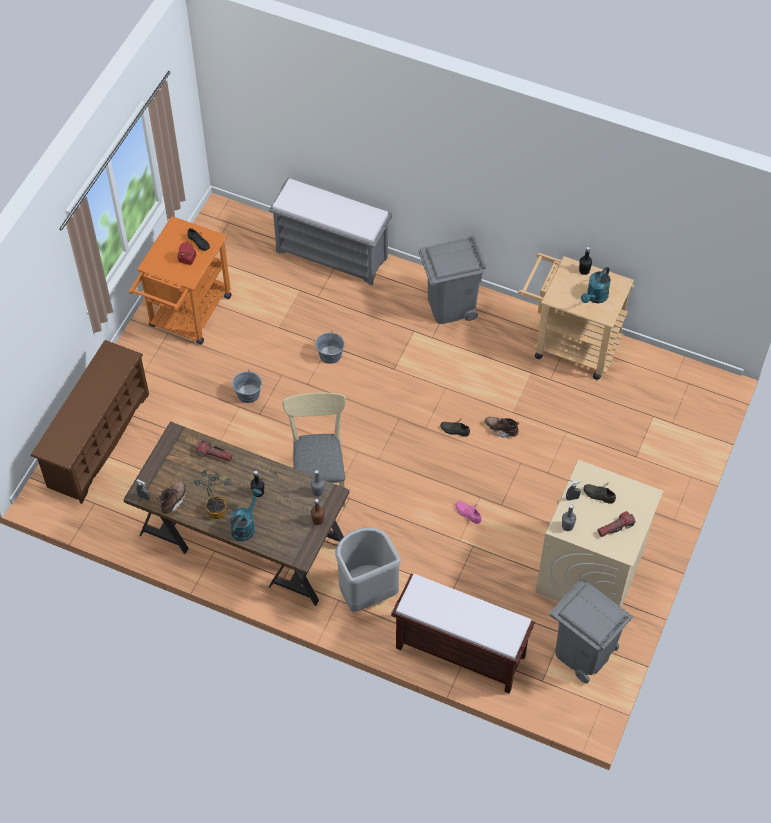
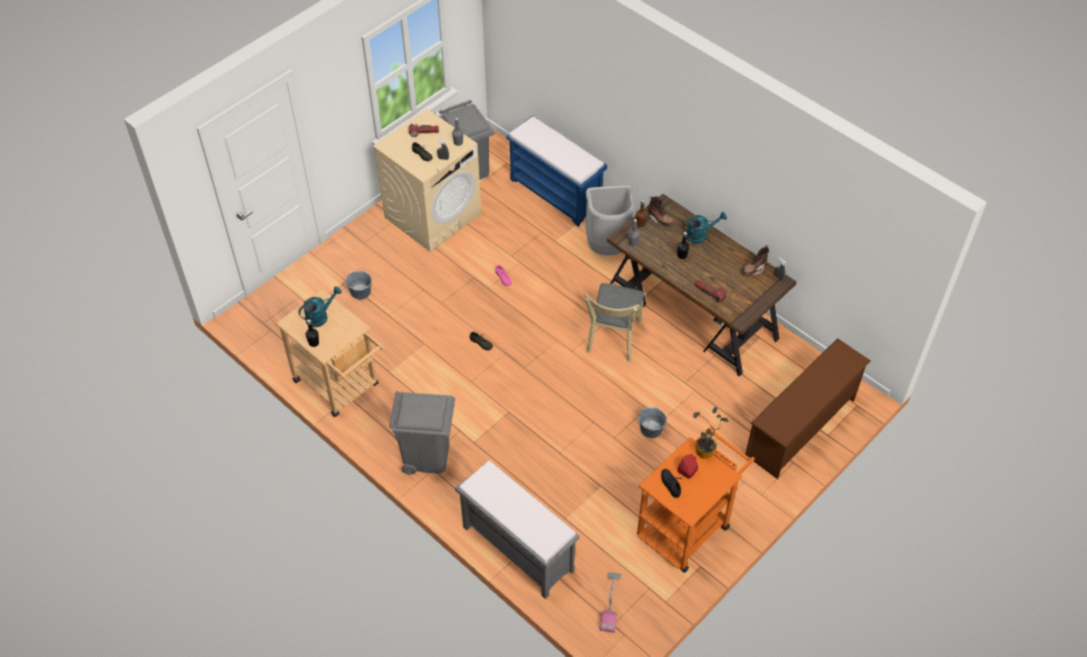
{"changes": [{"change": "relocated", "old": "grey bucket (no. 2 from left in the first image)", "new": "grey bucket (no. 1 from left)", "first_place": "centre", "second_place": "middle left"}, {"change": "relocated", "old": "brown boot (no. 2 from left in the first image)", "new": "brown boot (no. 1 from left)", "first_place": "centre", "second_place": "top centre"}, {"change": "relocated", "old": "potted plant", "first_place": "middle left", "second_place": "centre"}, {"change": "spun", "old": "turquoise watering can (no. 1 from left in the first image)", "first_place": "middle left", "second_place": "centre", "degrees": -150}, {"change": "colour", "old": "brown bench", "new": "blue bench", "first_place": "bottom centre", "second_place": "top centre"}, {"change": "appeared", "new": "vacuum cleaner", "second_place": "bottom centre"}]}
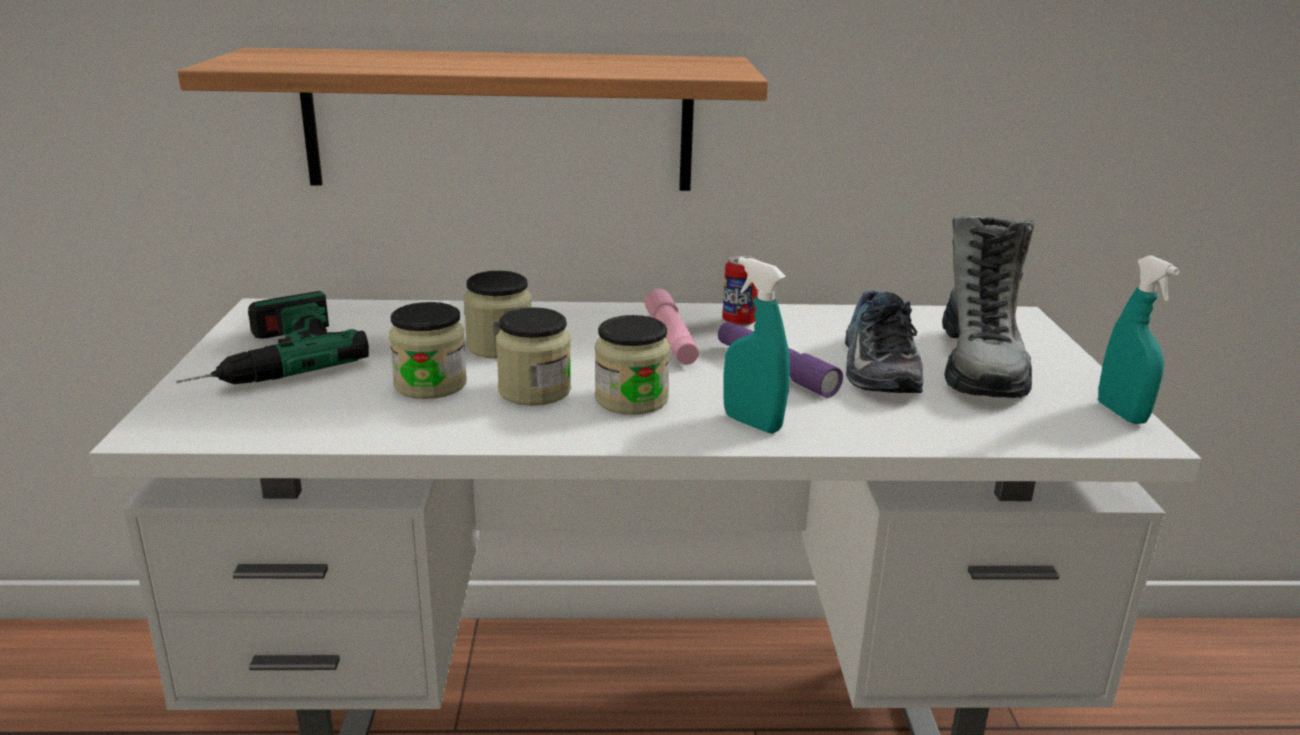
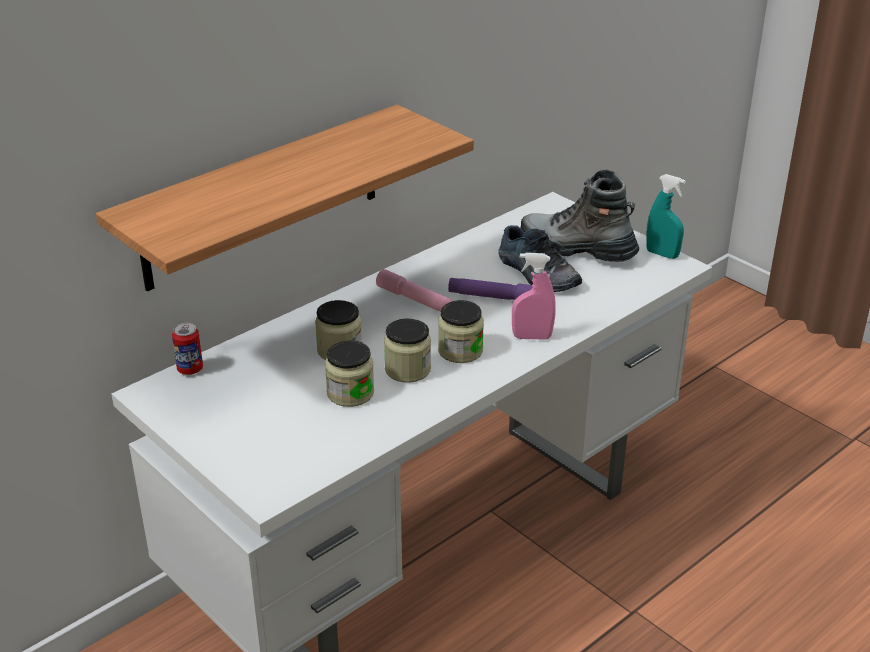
{"changes": [{"change": "spun", "old": "boot", "first_place": "middle right", "second_place": "top centre", "degrees": 150}, {"change": "relocated", "old": "can", "first_place": "centre", "second_place": "middle left"}, {"change": "colour", "old": "turquoise spray bottle (no. 1 from left)", "new": "pink spray bottle", "first_place": "centre", "second_place": "centre"}, {"change": "missing", "old": "power drill", "first_place": "middle left"}]}
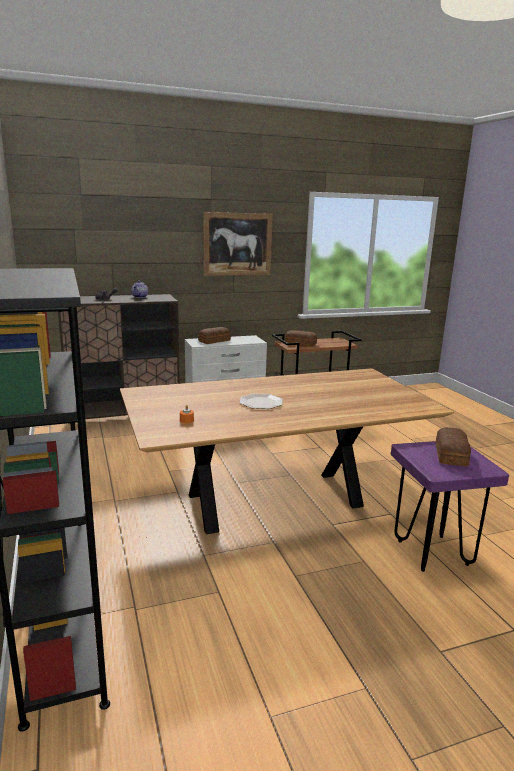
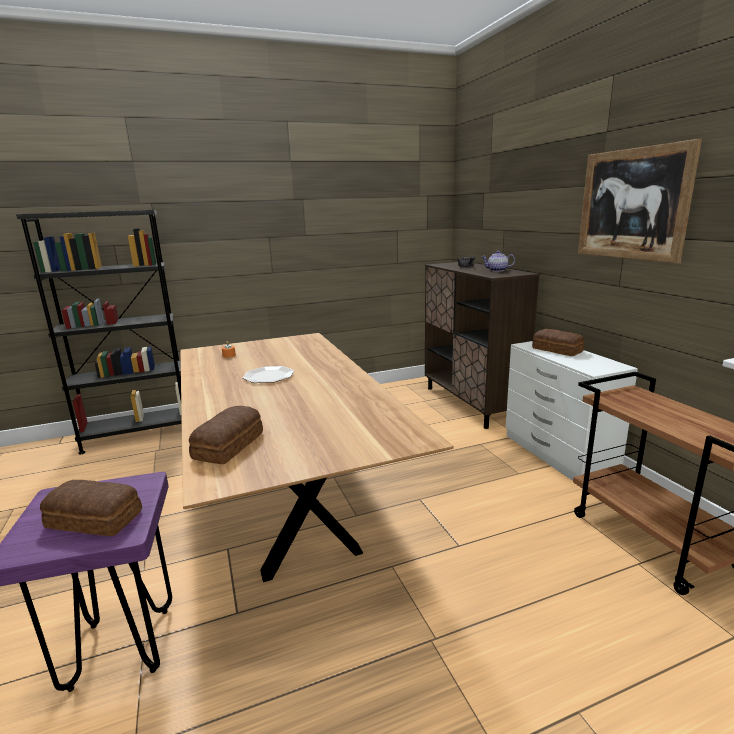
{"changes": [{"change": "relocated", "old": "bread (no. 2 from left)", "first_place": "centre", "second_place": "middle left"}]}
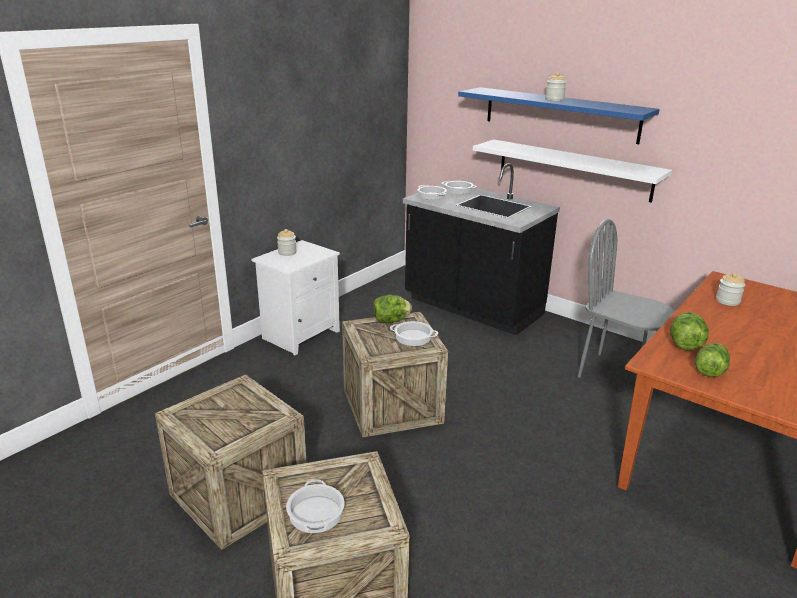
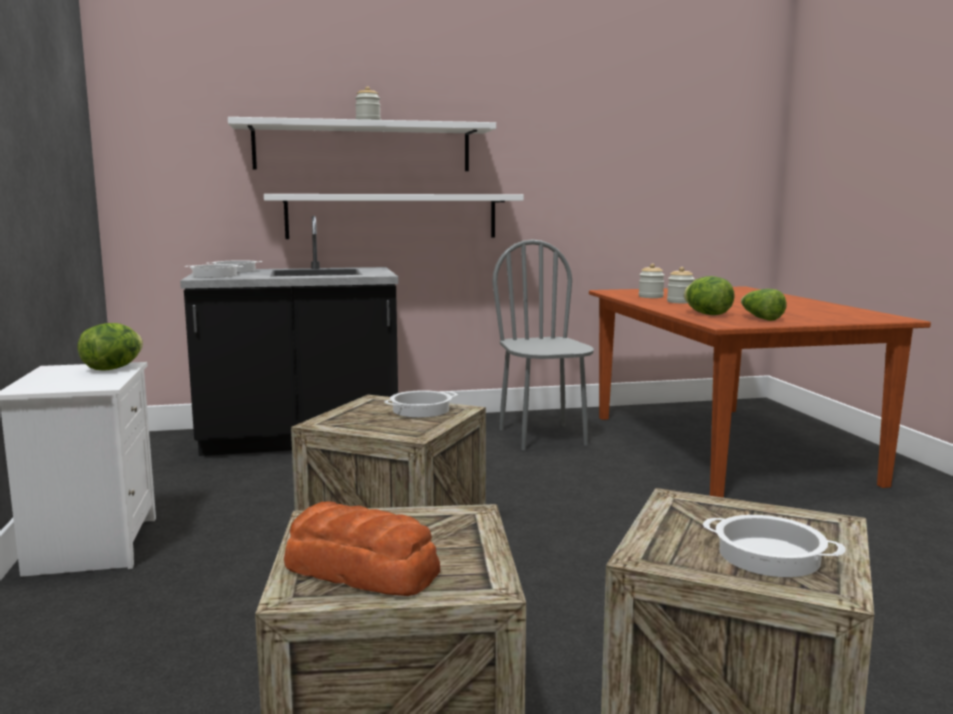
{"changes": [{"change": "colour", "old": "blue shelf", "new": "white shelf (no. 1 from left)", "first_place": "top right", "second_place": "top centre"}, {"change": "spun", "old": "grey chair", "first_place": "middle right", "second_place": "centre", "degrees": 90}, {"change": "relocated", "old": "jar (no. 1 from left in the first image)", "new": "jar (no. 3 from left)", "first_place": "centre", "second_place": "middle right"}, {"change": "relocated", "old": "lettuce (no. 1 from left)", "first_place": "centre", "second_place": "middle left"}, {"change": "appeared", "new": "bread", "second_place": "bottom centre"}]}
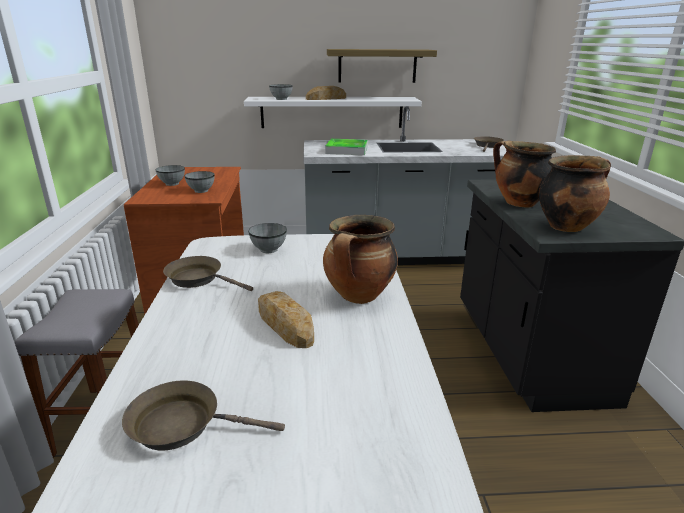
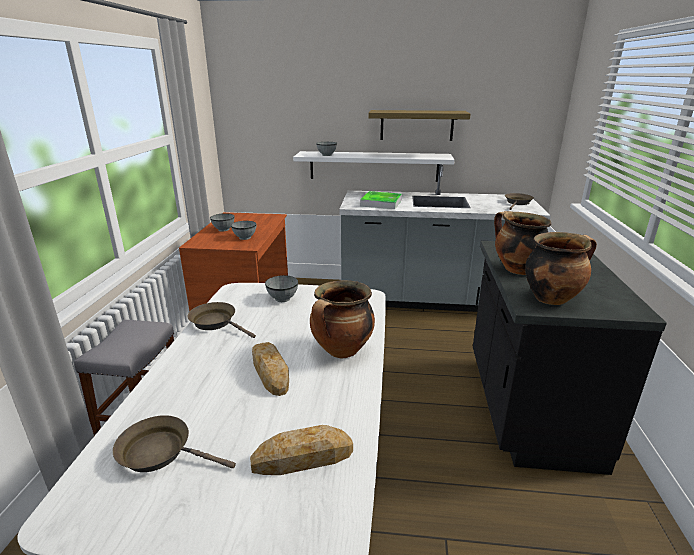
{"changes": [{"change": "relocated", "old": "bread (no. 2 from left)", "first_place": "top centre", "second_place": "bottom centre"}]}
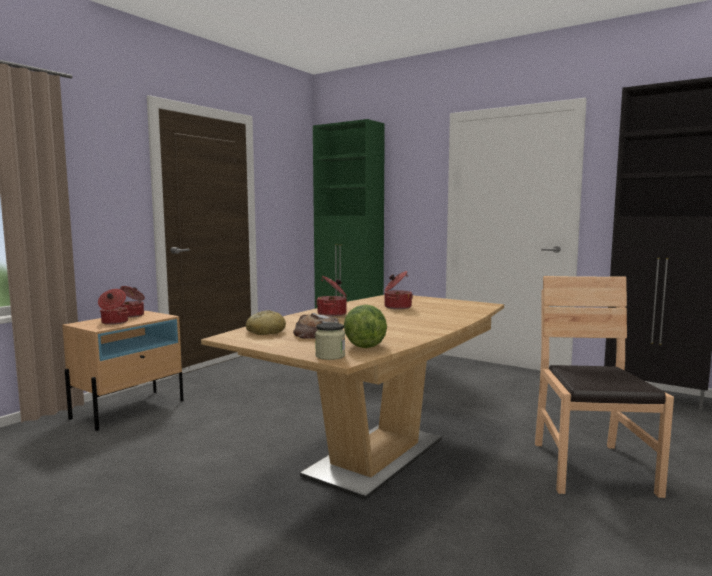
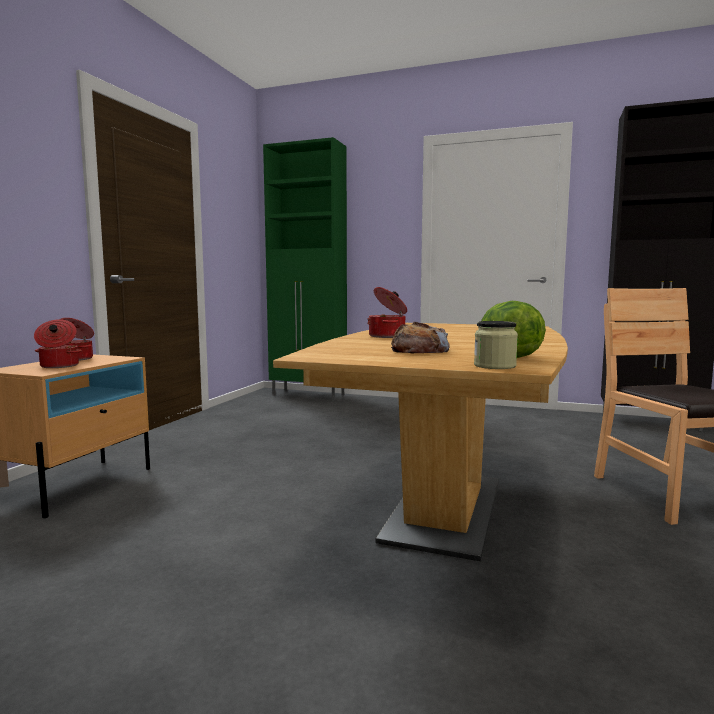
{"changes": [{"change": "missing", "old": "cooking pot (no. 4 from left)", "first_place": "centre"}, {"change": "missing", "old": "bread (no. 1 from left)", "first_place": "centre"}]}
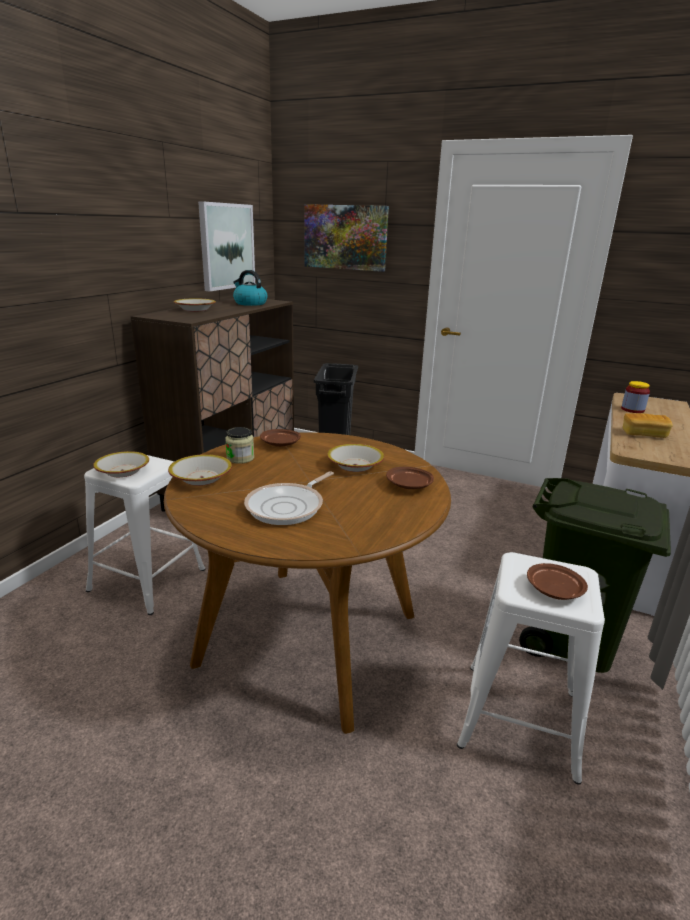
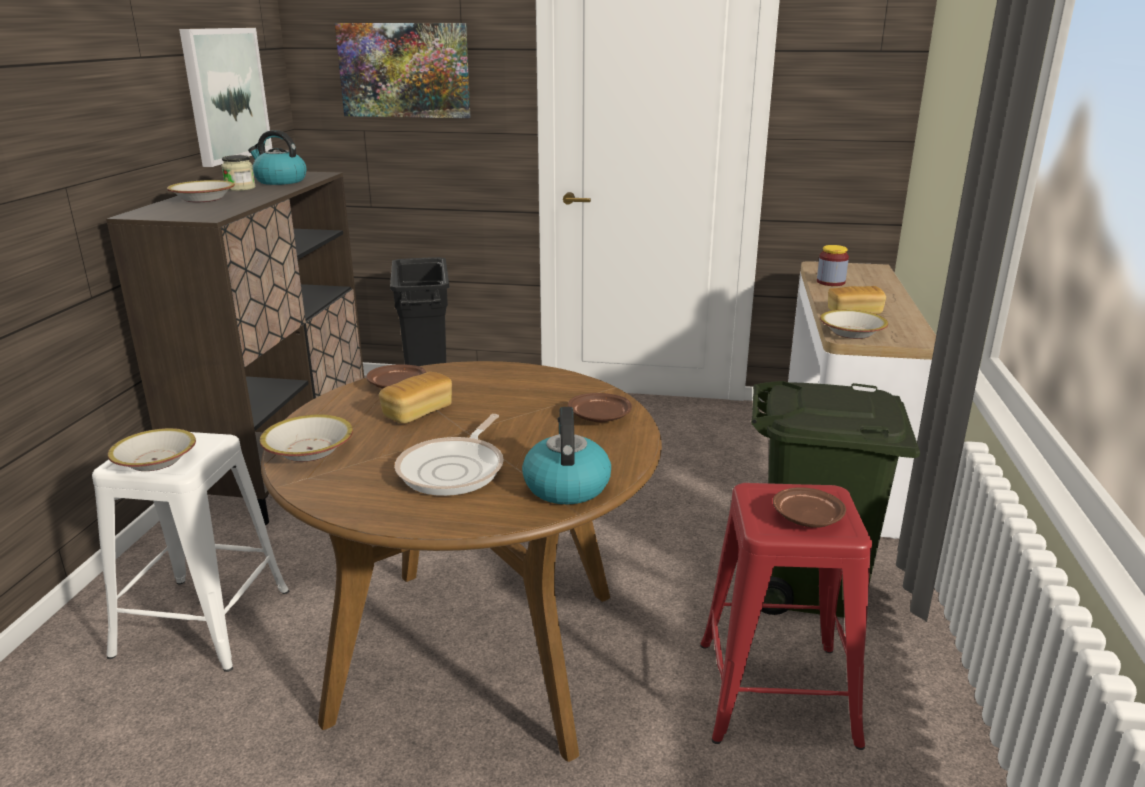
{"changes": [{"change": "relocated", "old": "jar (no. 1 from left)", "first_place": "centre", "second_place": "top left"}, {"change": "relocated", "old": "bowl (no. 4 from left)", "first_place": "centre", "second_place": "middle right"}, {"change": "colour", "old": "white stool (no. 2 from left)", "new": "red stool", "first_place": "bottom right", "second_place": "bottom right"}, {"change": "appeared", "new": "bread (no. 1 from left)", "second_place": "centre"}, {"change": "appeared", "new": "kettle (no. 2 from left)", "second_place": "centre"}]}
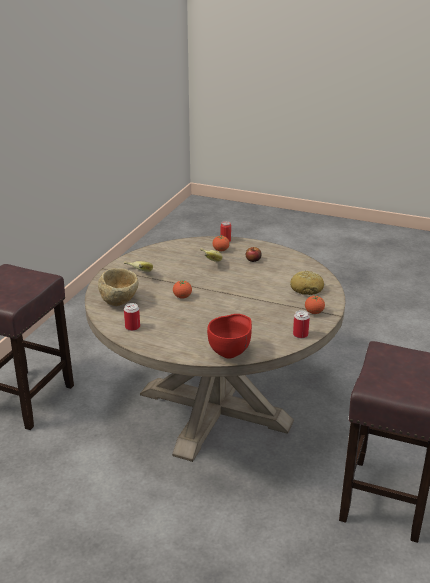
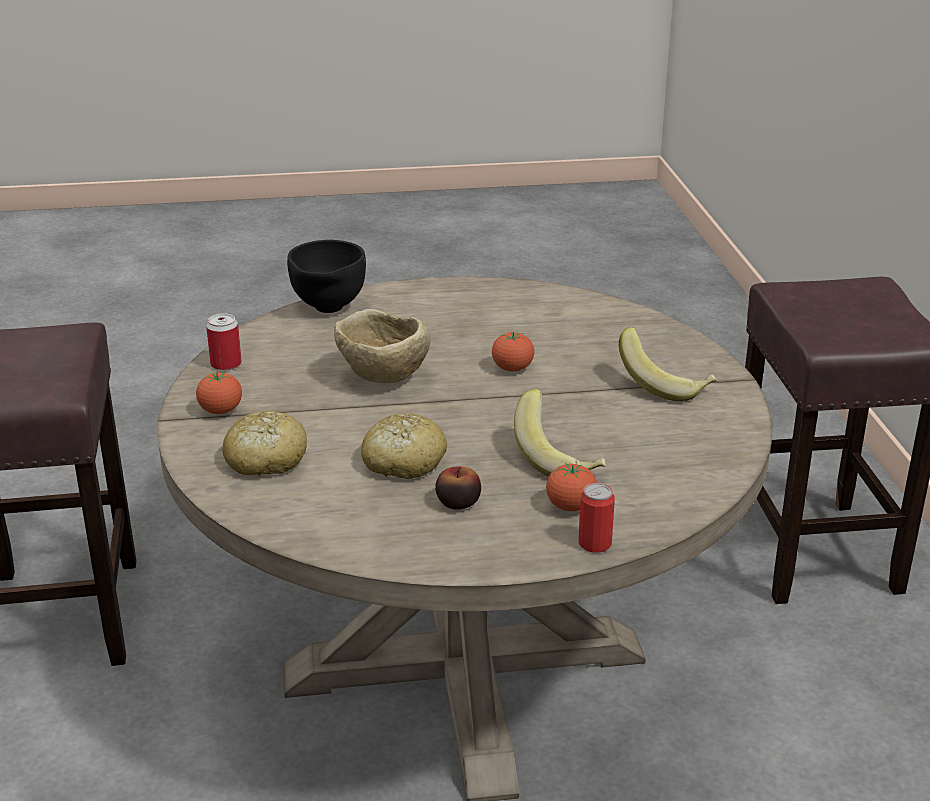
{"changes": [{"change": "relocated", "old": "beige bowl", "first_place": "middle left", "second_place": "centre"}, {"change": "missing", "old": "can (no. 1 from left)", "first_place": "middle left"}, {"change": "colour", "old": "red bowl", "new": "black bowl", "first_place": "centre", "second_place": "centre"}, {"change": "appeared", "new": "bread (no. 2 from left)", "second_place": "centre"}]}
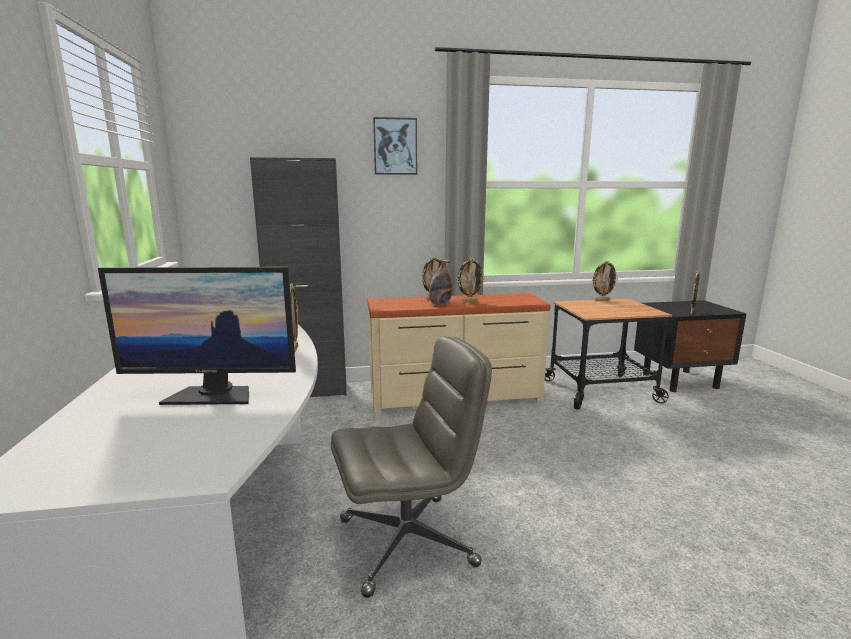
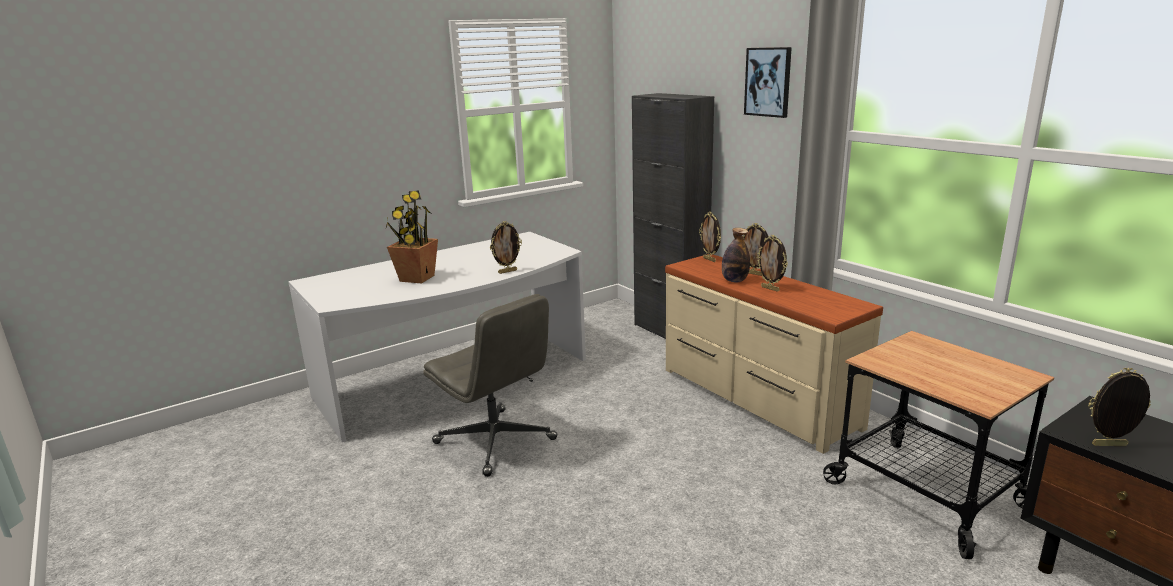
{"changes": [{"change": "relocated", "old": "picture frame (no. 4 from left in the first image)", "new": "picture frame (no. 2 from left)", "first_place": "middle right", "second_place": "centre"}, {"change": "exchanged", "old": "monitor", "new": "potted plant", "first_place": "middle left", "second_place": "centre"}]}
